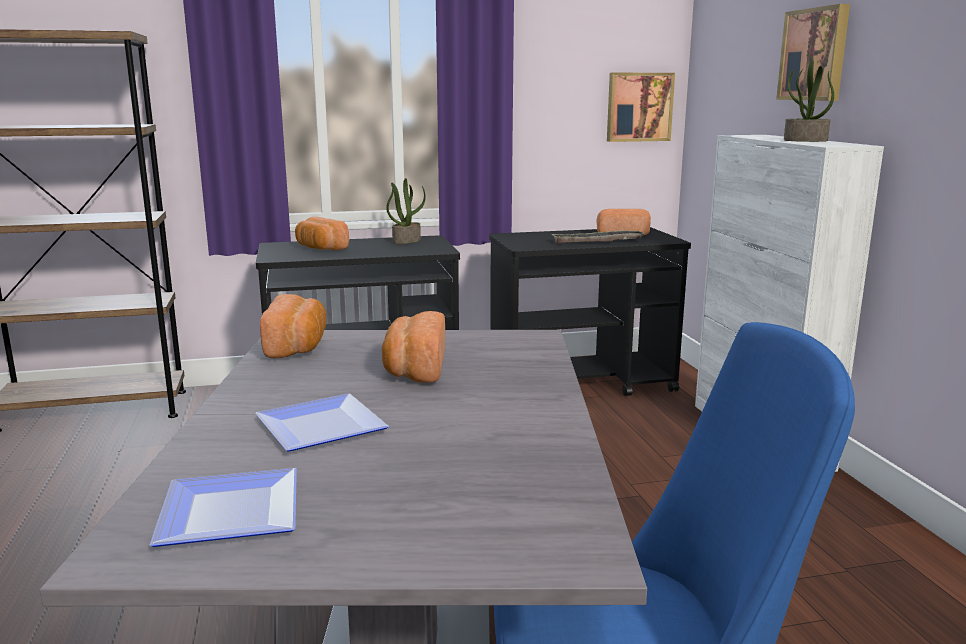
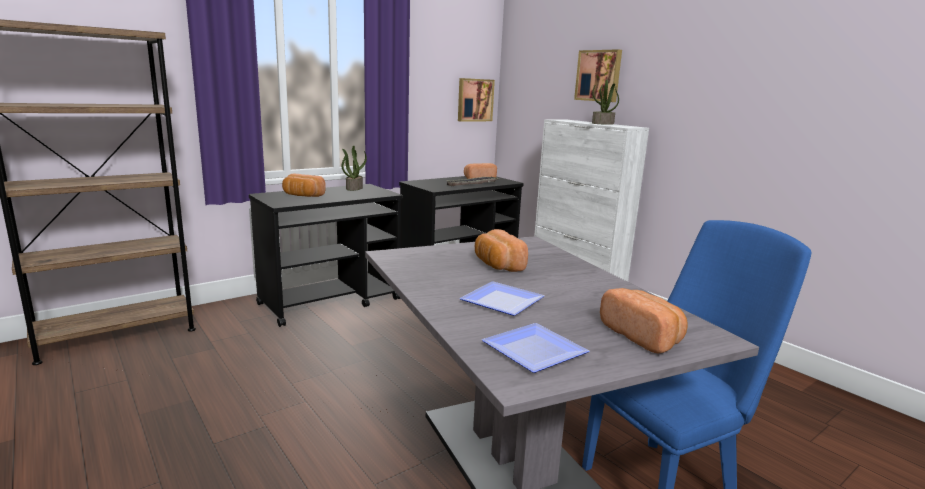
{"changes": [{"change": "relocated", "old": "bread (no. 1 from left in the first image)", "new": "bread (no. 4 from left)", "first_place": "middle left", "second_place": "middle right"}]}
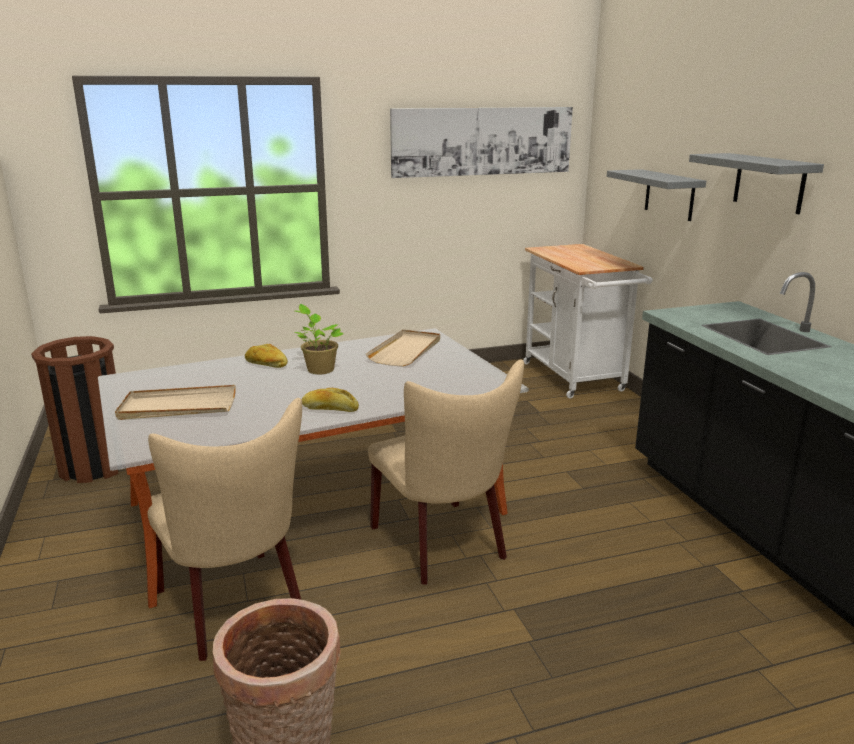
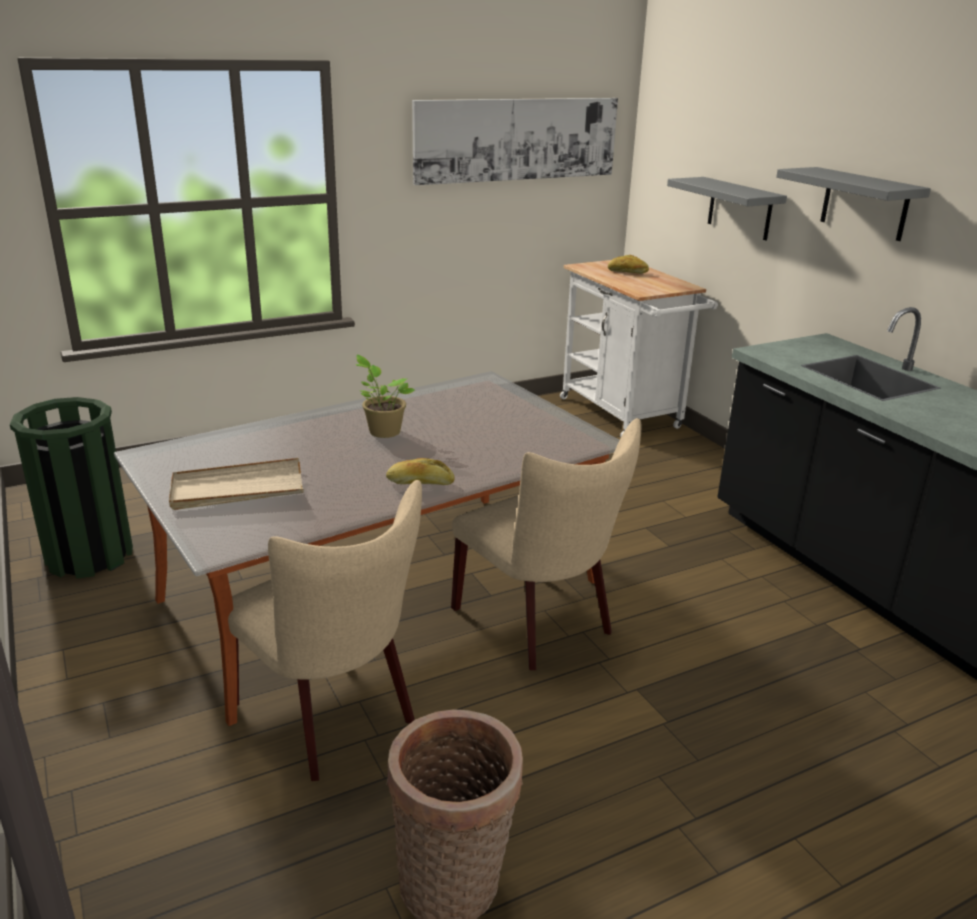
{"changes": [{"change": "missing", "old": "beige tray (no. 2 from left)", "first_place": "centre"}, {"change": "colour", "old": "brown trash can", "new": "green trash can", "first_place": "middle left", "second_place": "middle left"}, {"change": "relocated", "old": "bread (no. 1 from left in the first image)", "new": "bread (no. 2 from left)", "first_place": "middle left", "second_place": "top centre"}]}
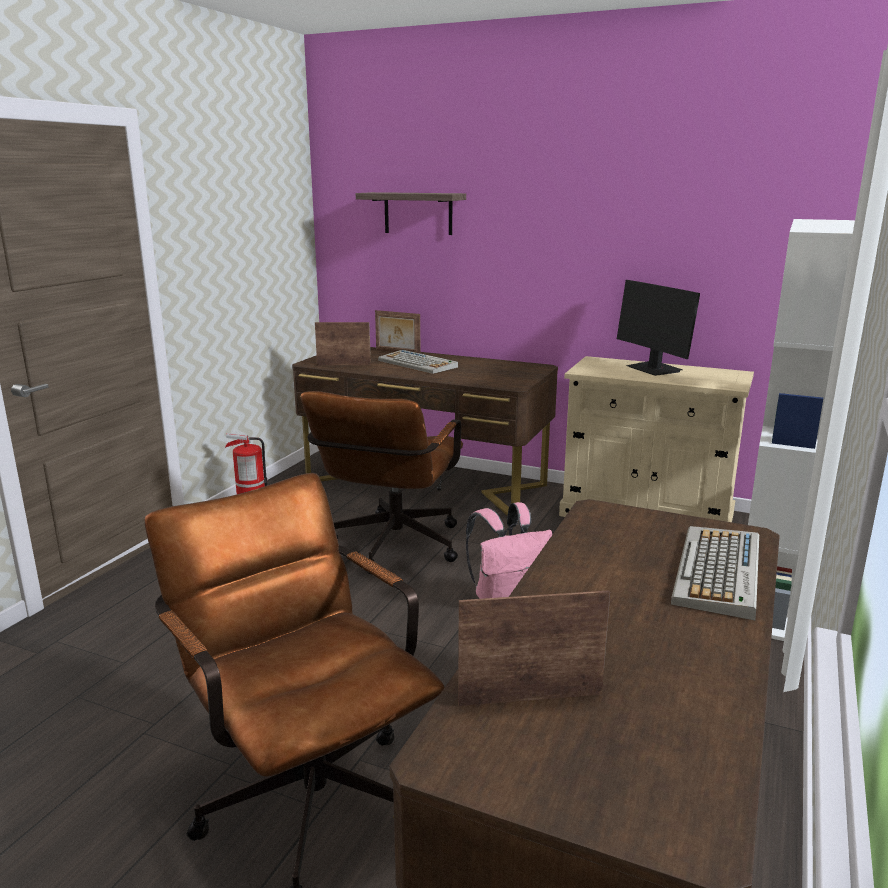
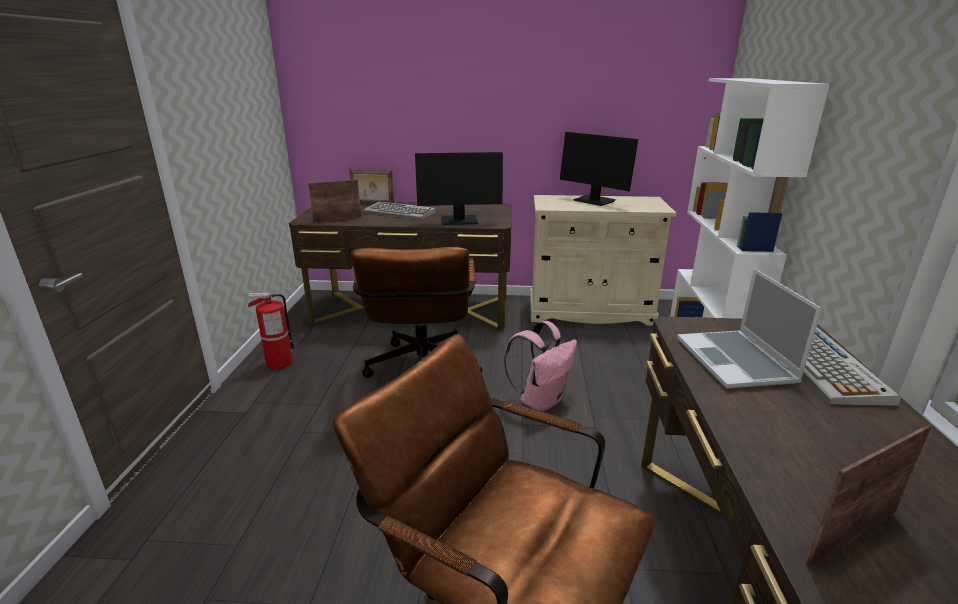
{"changes": [{"change": "missing", "old": "shelf", "first_place": "top centre"}, {"change": "appeared", "new": "monitor (no. 1 from left)", "second_place": "top centre"}, {"change": "appeared", "new": "laptop", "second_place": "middle right"}]}
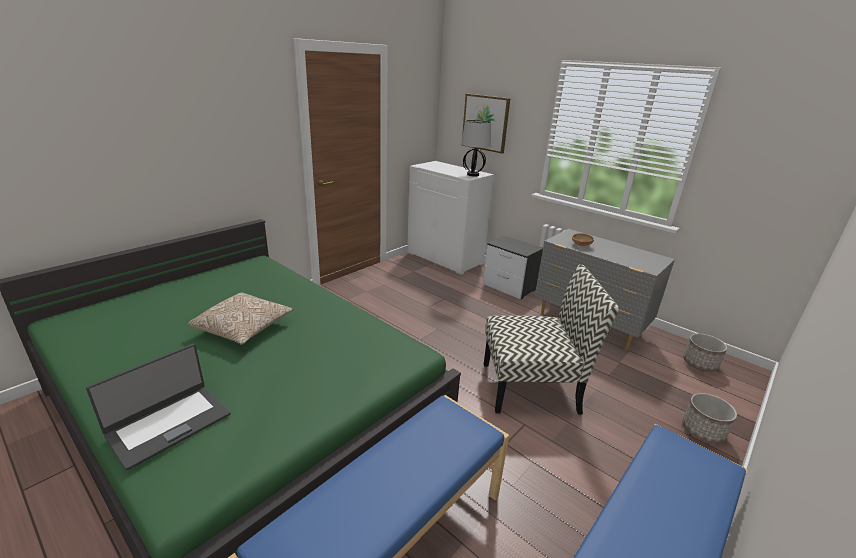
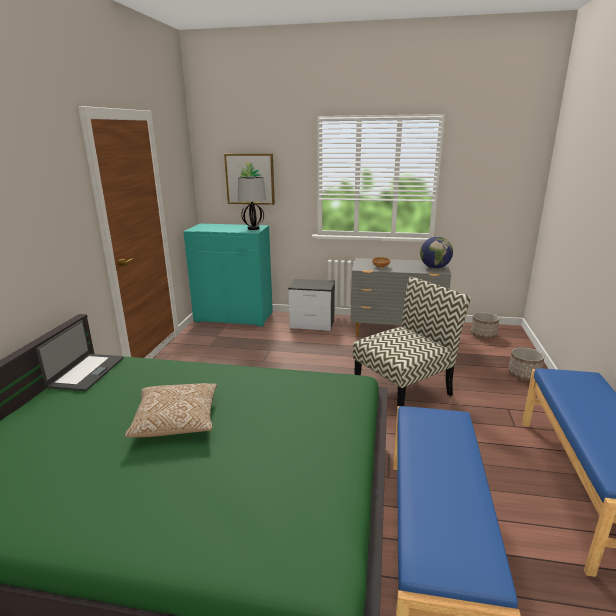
{"changes": [{"change": "colour", "old": "white cabinet", "new": "turquoise cabinet", "first_place": "centre", "second_place": "centre"}, {"change": "relocated", "old": "laptop", "first_place": "bottom left", "second_place": "middle left"}, {"change": "appeared", "new": "globe", "second_place": "middle right"}]}
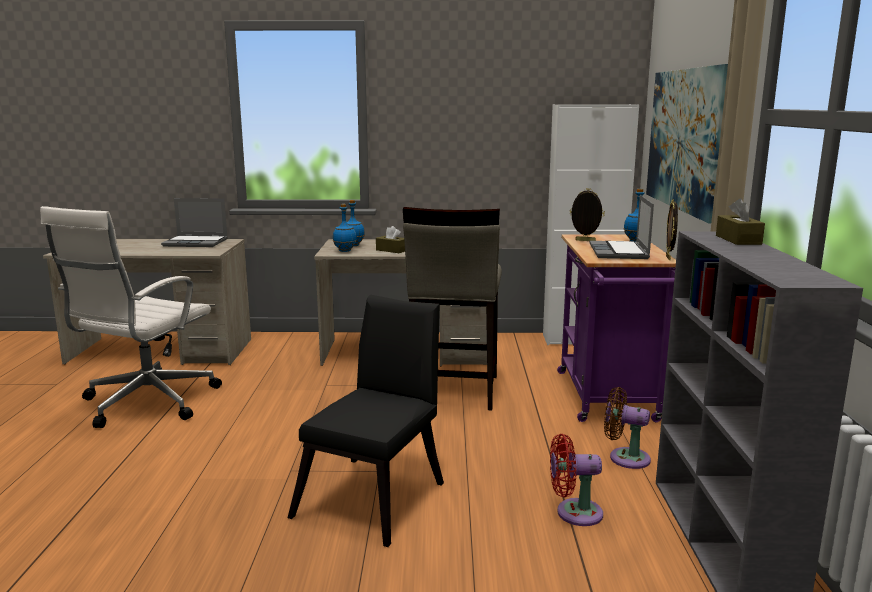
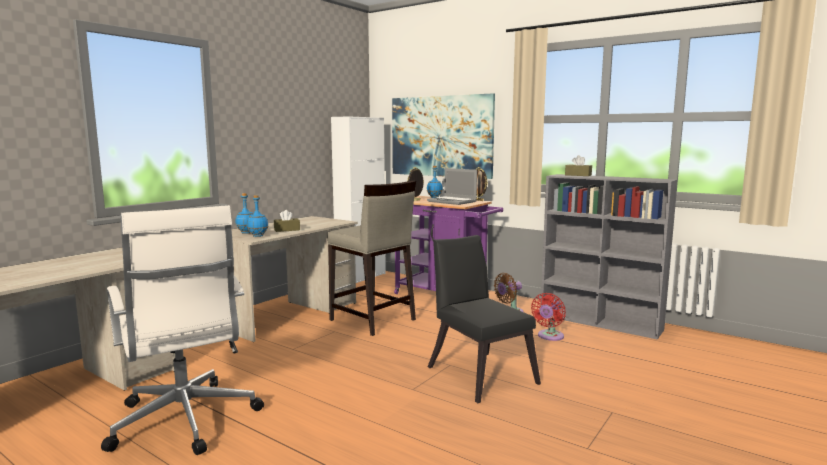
{"changes": [{"change": "missing", "old": "laptop (no. 1 from left)", "first_place": "middle left"}]}
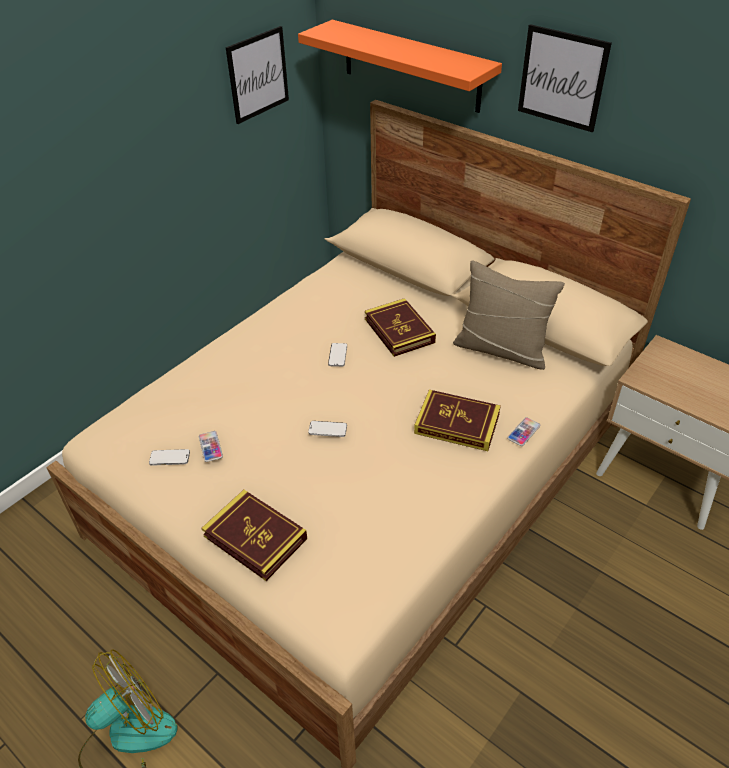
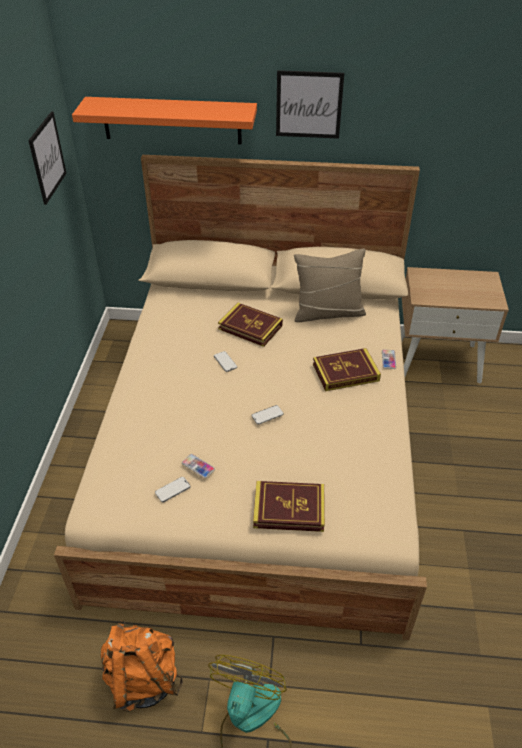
{"changes": [{"change": "appeared", "new": "orange backpack", "second_place": "bottom left"}]}
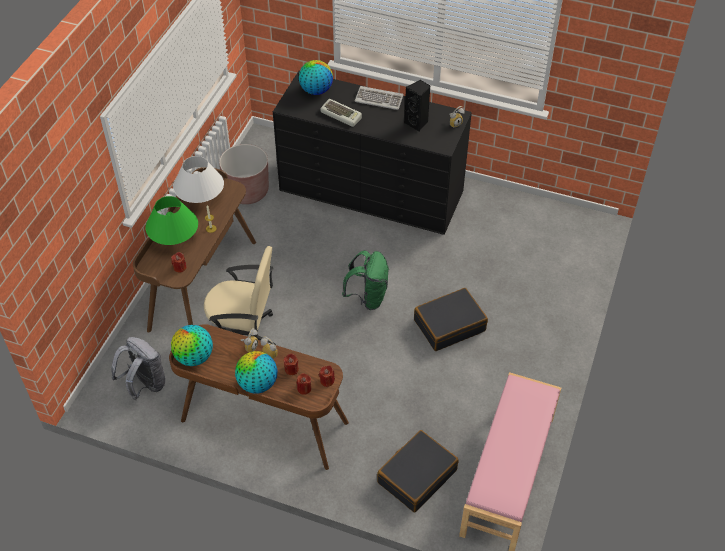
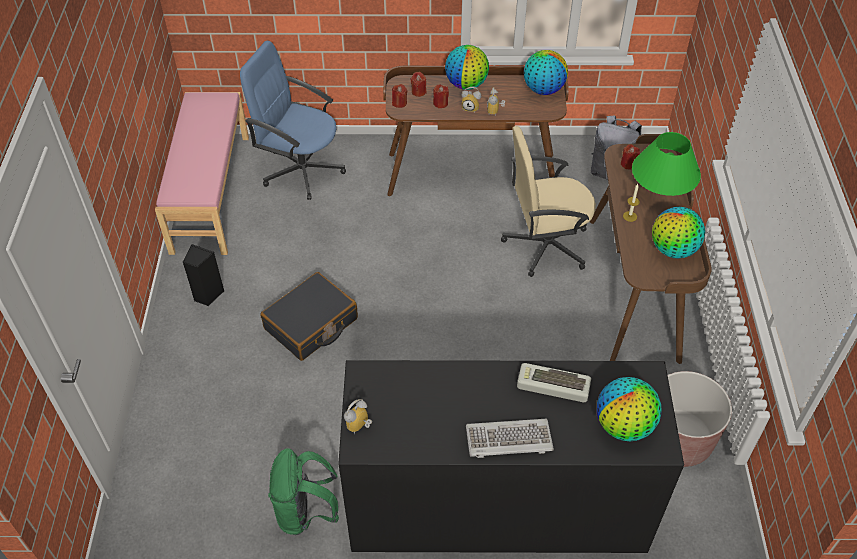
{"changes": [{"change": "relocated", "old": "black speaker", "first_place": "top centre", "second_place": "middle left"}, {"change": "exchanged", "old": "white table lamp", "new": "globe (no. 4 from left)", "first_place": "top left", "second_place": "middle right"}, {"change": "relocated", "old": "green backpack", "first_place": "centre", "second_place": "bottom centre"}, {"change": "exchanged", "old": "black suitcase (no. 1 from left)", "new": "blue office chair", "first_place": "bottom centre", "second_place": "top centre"}]}
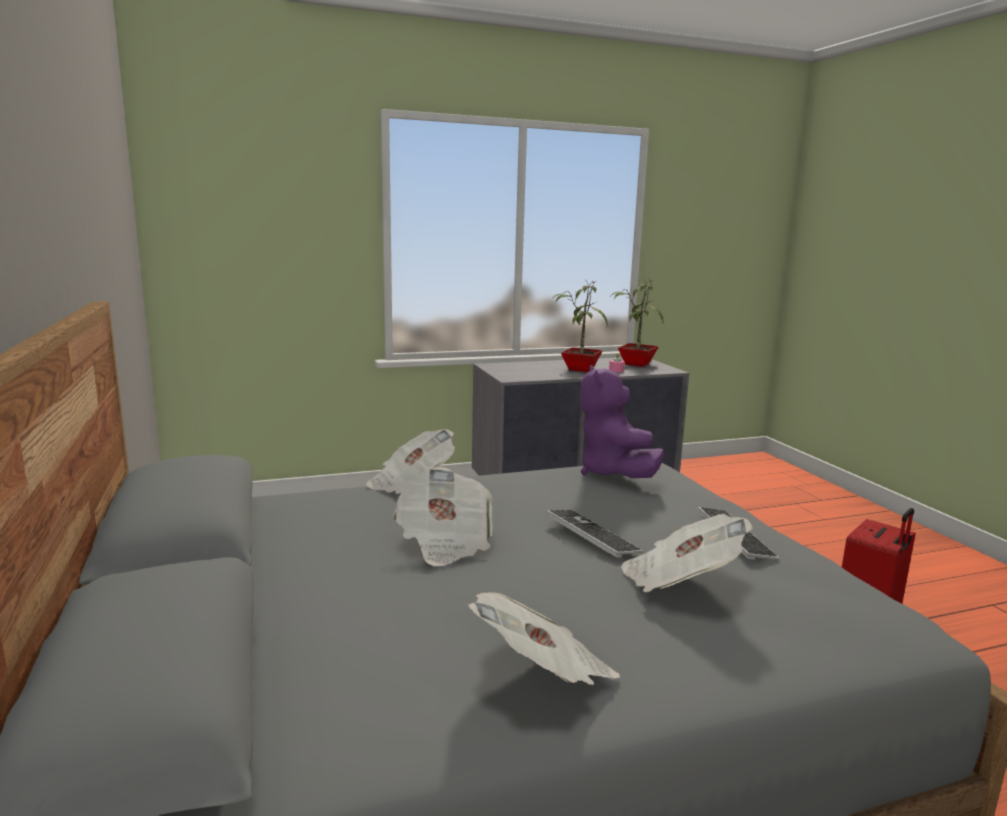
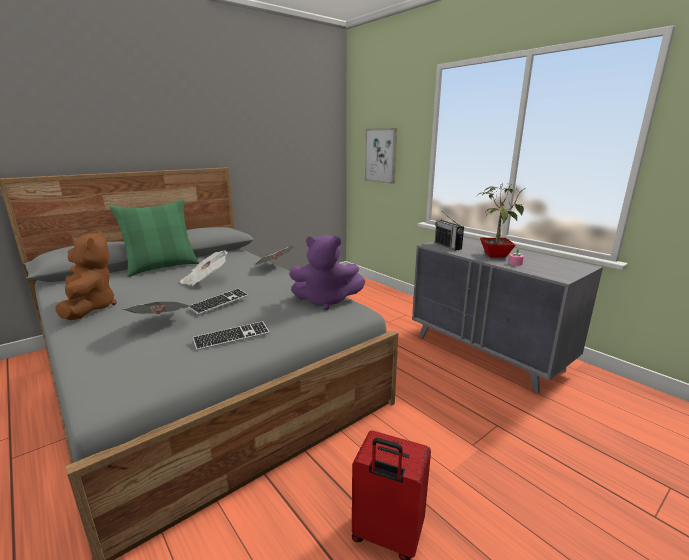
{"changes": [{"change": "missing", "old": "potted plant (no. 2 from left)", "first_place": "centre"}, {"change": "spun", "old": "purple plush toy", "first_place": "centre", "second_place": "centre", "degrees": -150}, {"change": "exchanged", "old": "newspaper (no. 3 from left)", "new": "brown plush toy", "first_place": "bottom centre", "second_place": "middle left"}, {"change": "appeared", "new": "picture", "second_place": "top centre"}, {"change": "appeared", "new": "green pillow", "second_place": "middle left"}, {"change": "appeared", "new": "radio", "second_place": "centre"}]}
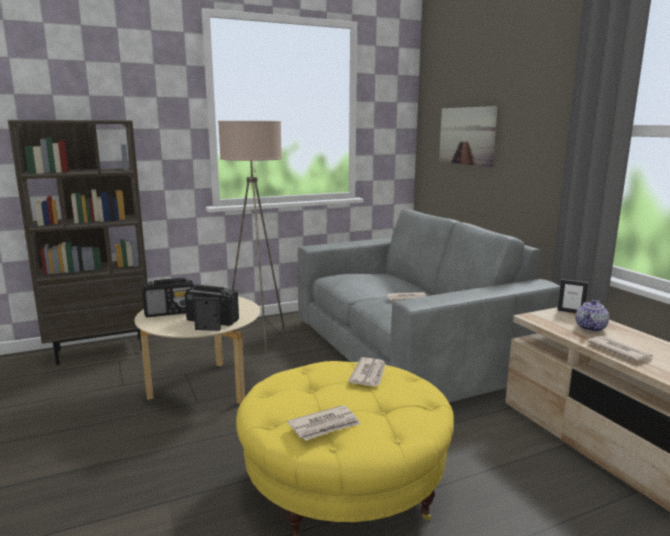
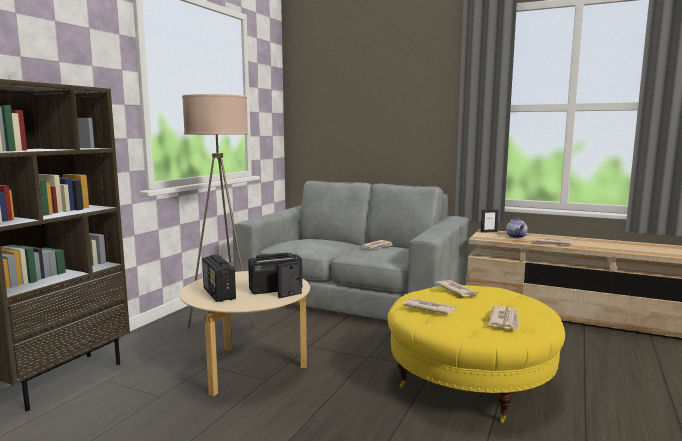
{"changes": [{"change": "missing", "old": "picture", "first_place": "top right"}, {"change": "spun", "old": "radio (no. 1 from left)", "first_place": "middle left", "second_place": "middle left", "degrees": 120}, {"change": "appeared", "new": "newspaper (no. 2 from left)", "second_place": "bottom centre"}]}
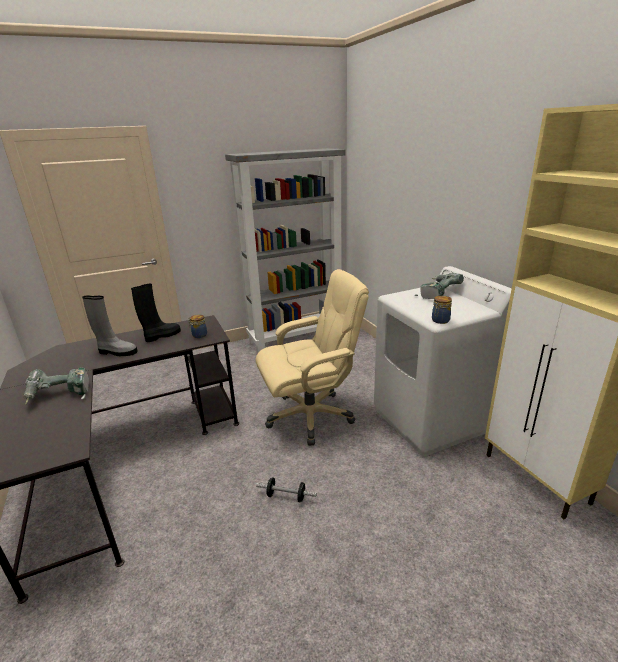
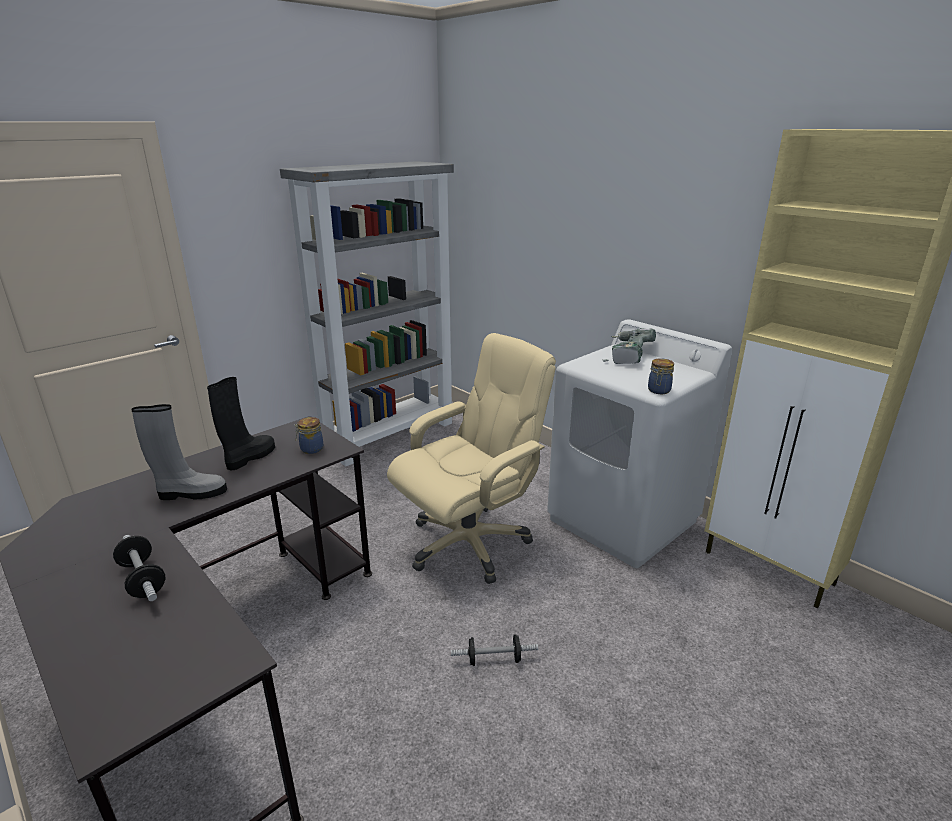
{"changes": [{"change": "exchanged", "old": "power drill (no. 1 from left)", "new": "dumbbell (no. 1 from left)", "first_place": "middle left", "second_place": "bottom left"}]}
